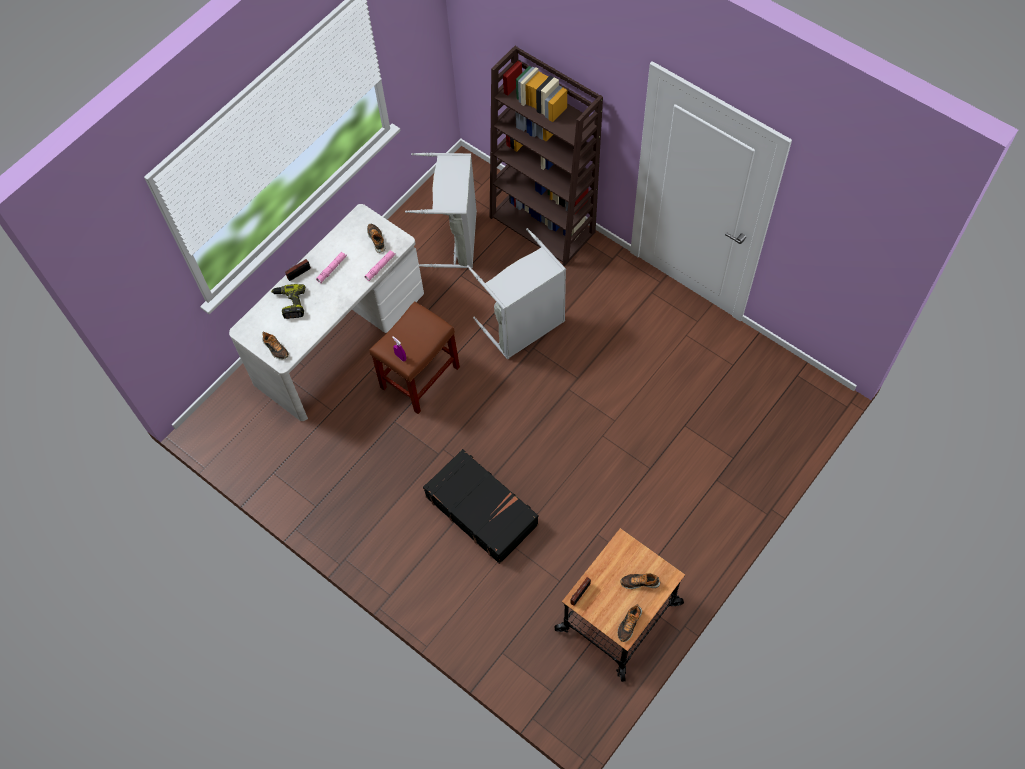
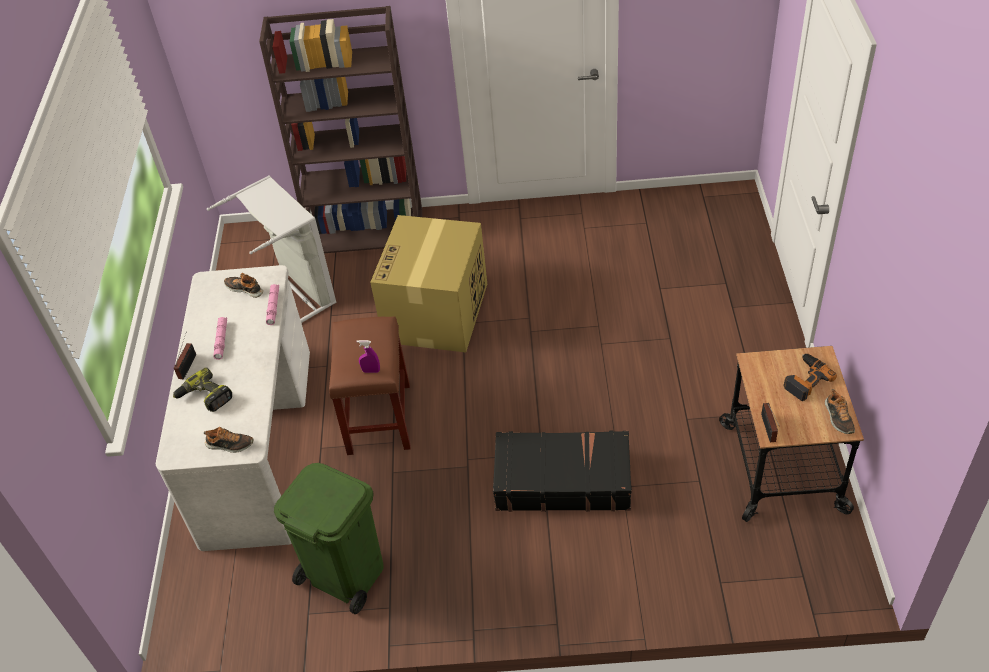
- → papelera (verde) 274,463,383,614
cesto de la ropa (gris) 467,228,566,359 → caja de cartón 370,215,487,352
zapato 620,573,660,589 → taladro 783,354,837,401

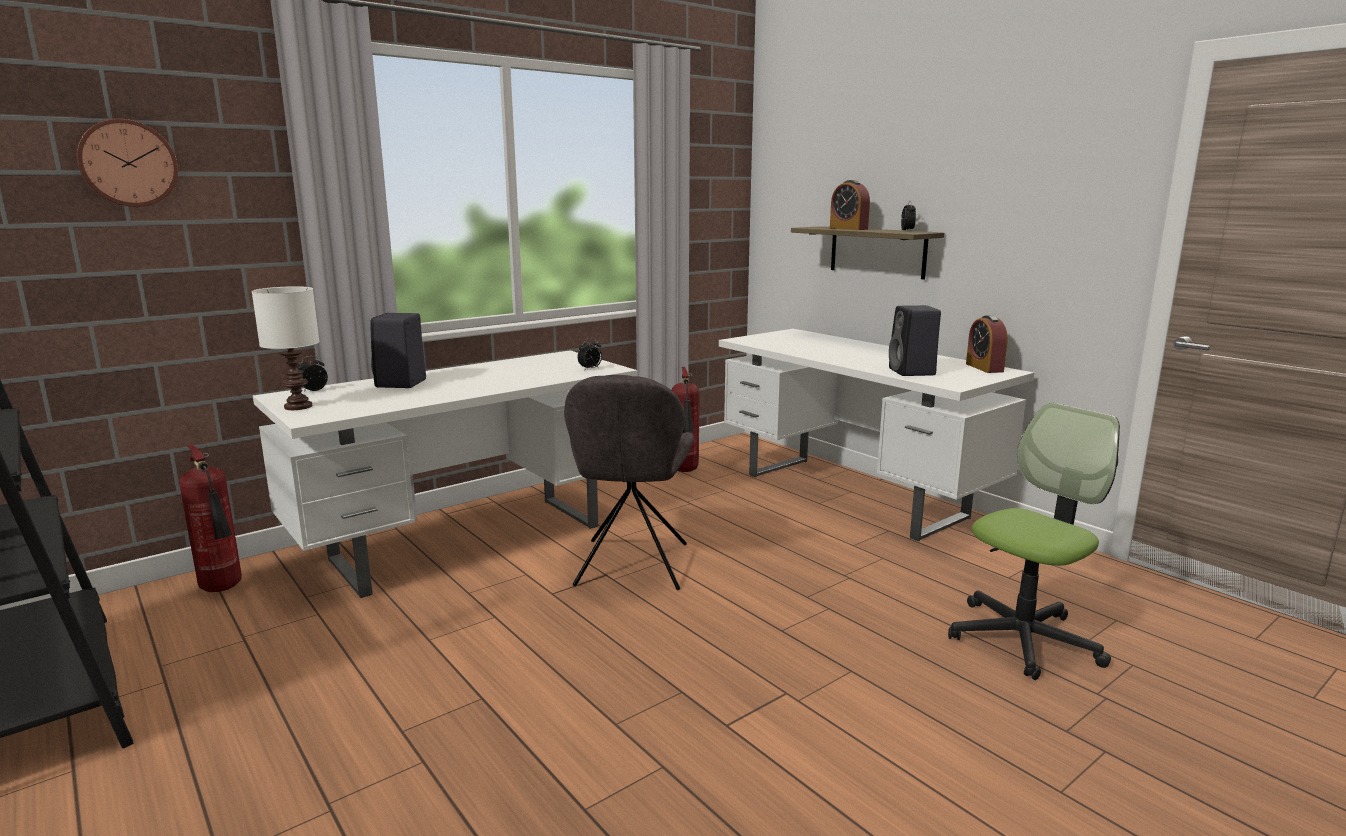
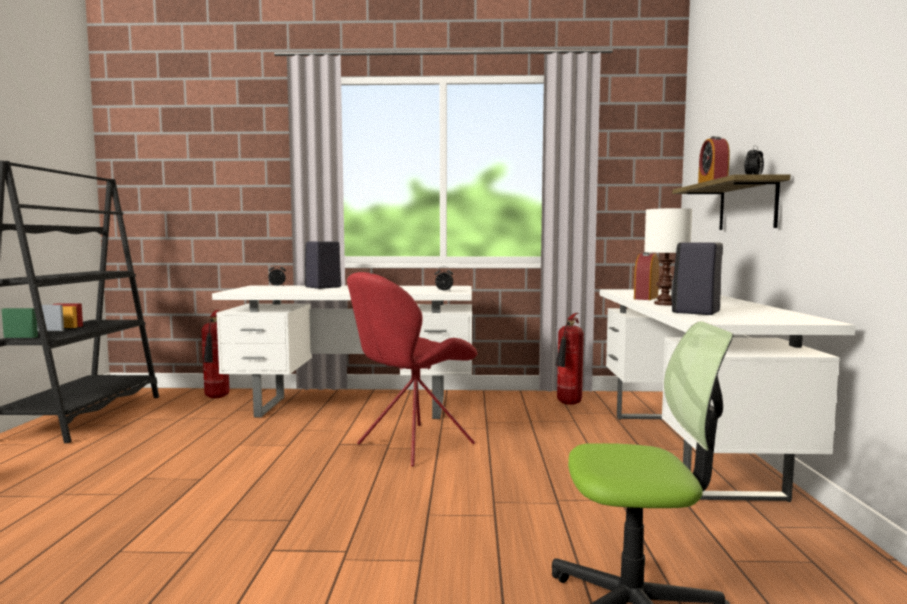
silla (gris) 564,375,694,590 → silla (rojo) 347,272,477,467
despertador 966,315,1008,373 → despertador 634,252,659,300, move
lámpara de mesa (blanco) 252,286,320,410 → lámpara de mesa (blanco) 644,208,692,305, move
reloj de pared 76,119,178,207 → -

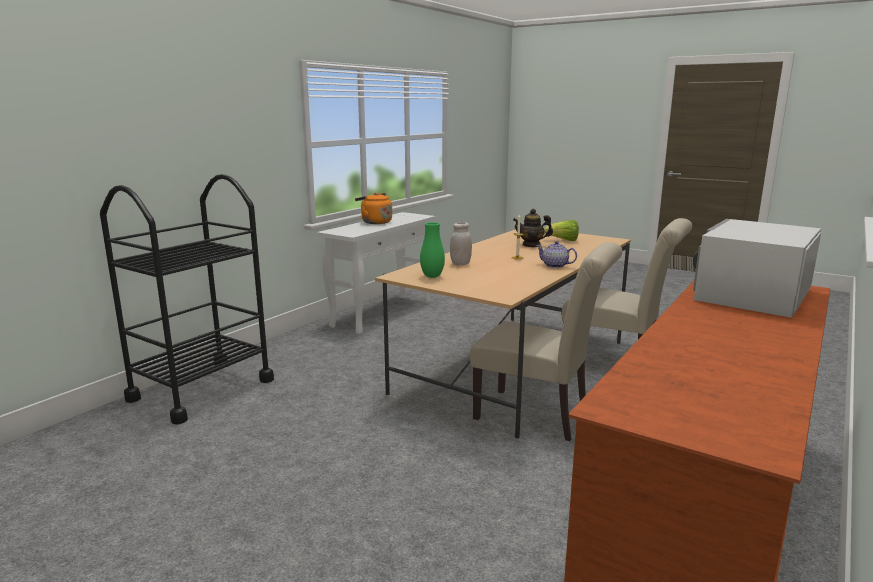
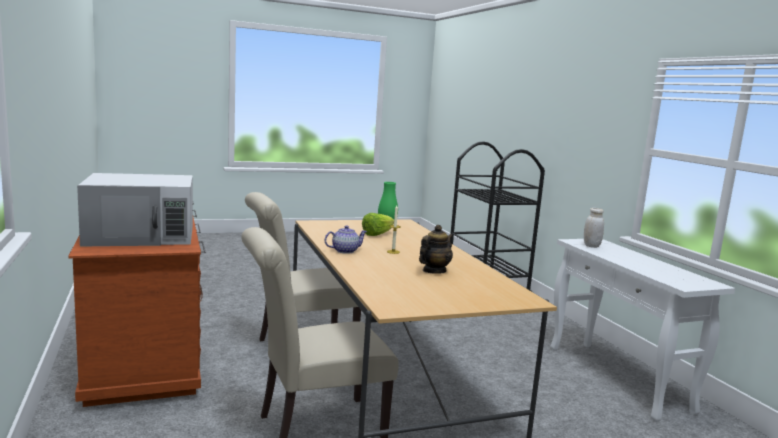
microondas (blanco) 693,219,821,318 → microondas (blanco) 77,173,193,246, 90 degrees clockwise
lechuga 544,220,579,241 → lechuga 362,213,394,236, move
tarro (blanco) 450,222,472,265 → tarro (blanco) 584,208,604,248, move
hervidor (naranja) 355,193,392,224 → -

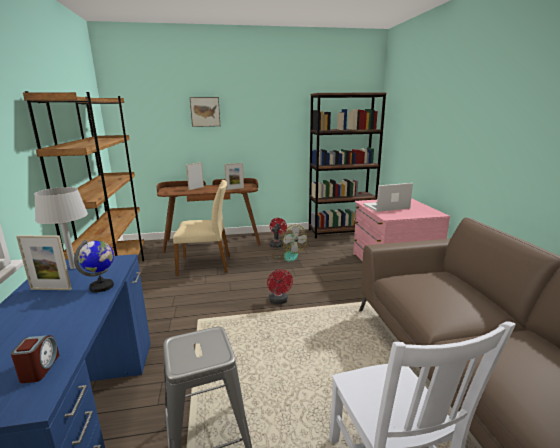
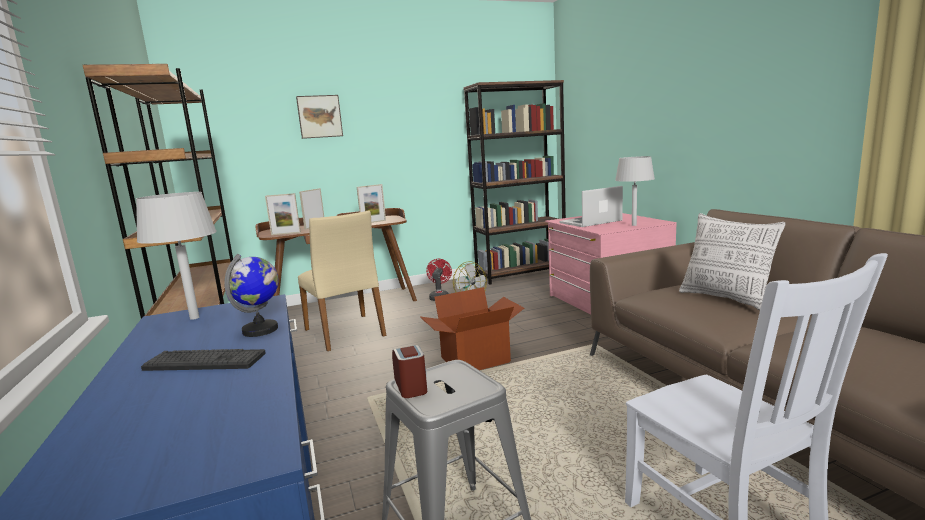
- → teclado 141,349,266,371
portarretratos 16,235,72,290 → portarretratos 265,193,301,235, move
silla (beis) 173,180,230,276 → silla (beis) 298,210,387,351, 75 degrees clockwise
despertador 11,335,59,383 → despertador 392,345,427,398, move
ventilador (rojo) 267,269,293,304 → caja de cartón 420,287,524,370
- → lámpara de mesa (gris) 615,156,655,226
- → cojín 679,213,786,310

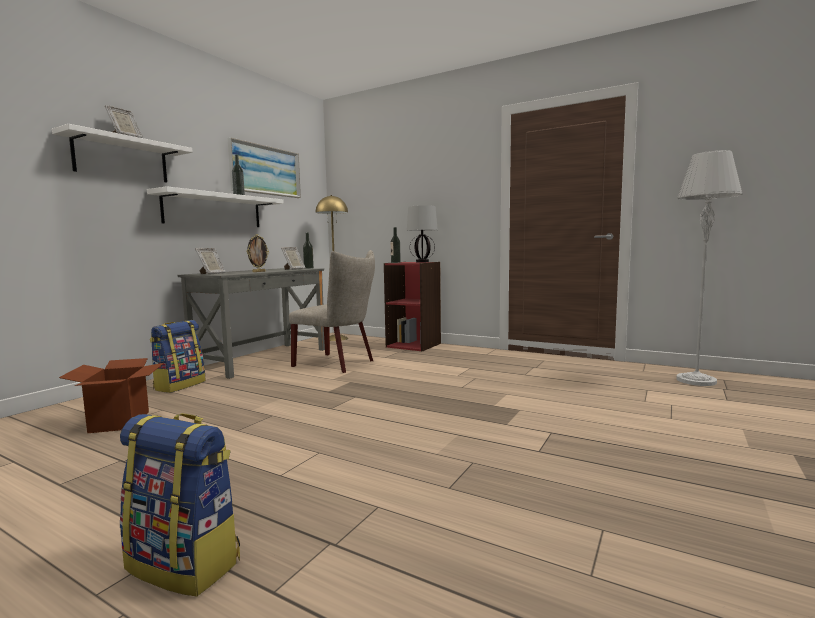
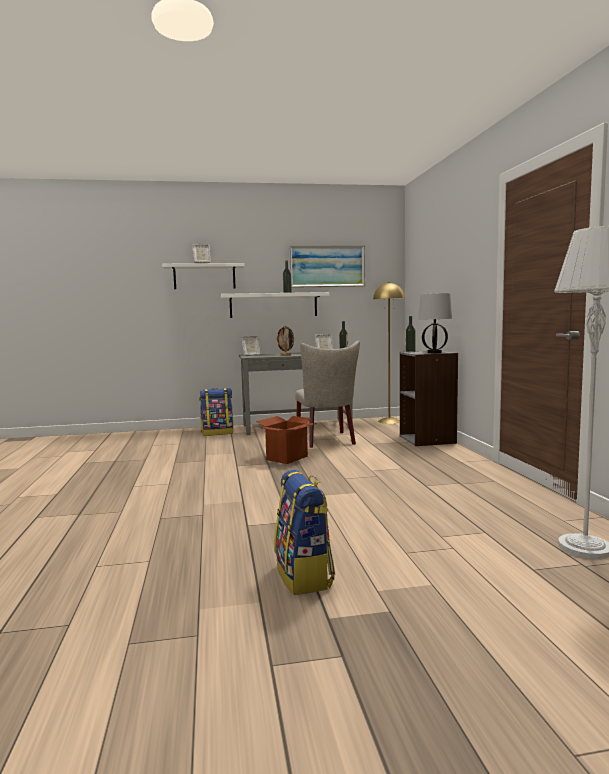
caja de cartón 59,358,164,433 → caja de cartón 256,416,317,464, move
mochila 120,413,240,597 → mochila 274,470,335,595, move
estantería (rojo) 384,262,441,352 → estantería (gris) 400,351,458,446

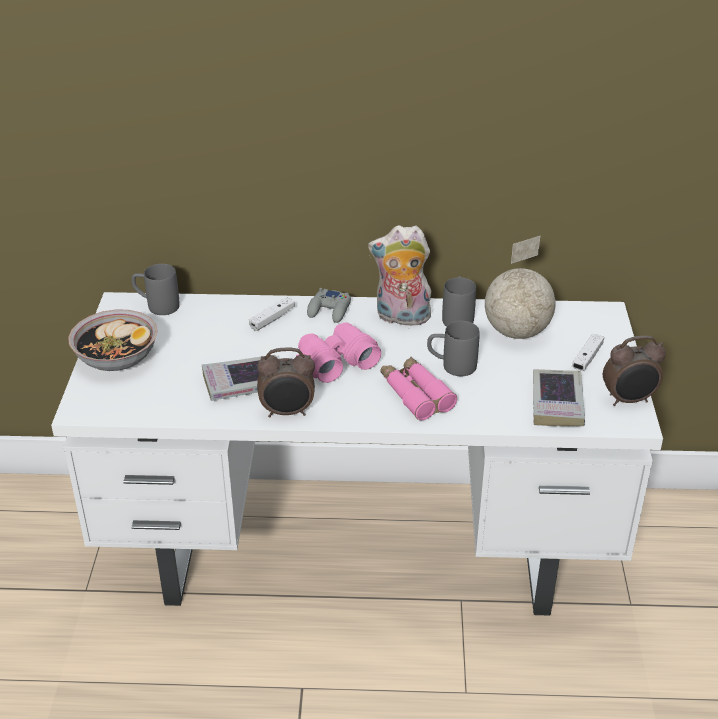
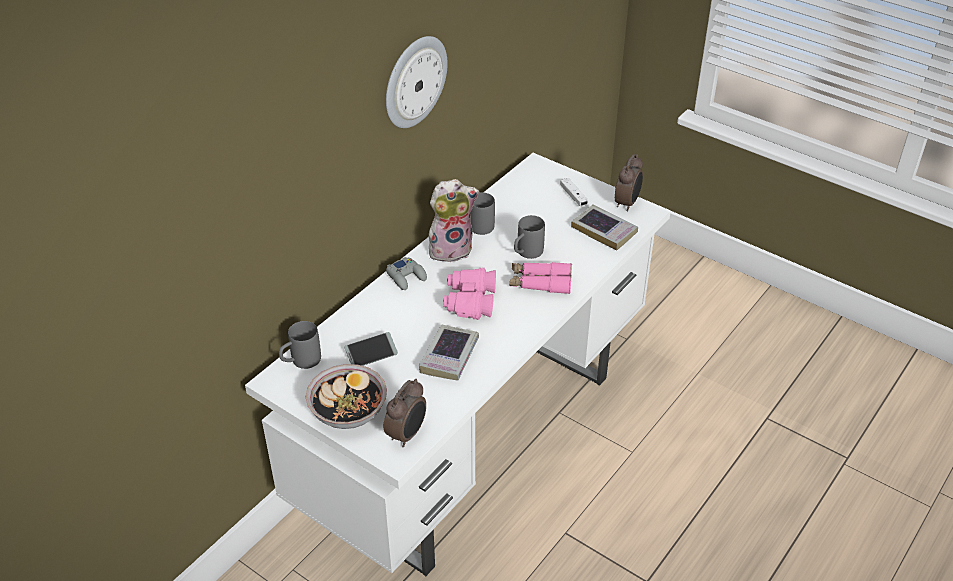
- → móvil 344,332,398,366
despertador 257,347,315,417 → despertador 384,379,426,447, move
- → reloj de pared 386,36,448,128
peluche 368,225,431,326 → peluche 429,179,479,262, 150 degrees counterclockwise
mando de consola (blanco) 249,297,295,331 → -
globo terráqueo 485,236,556,339 → -

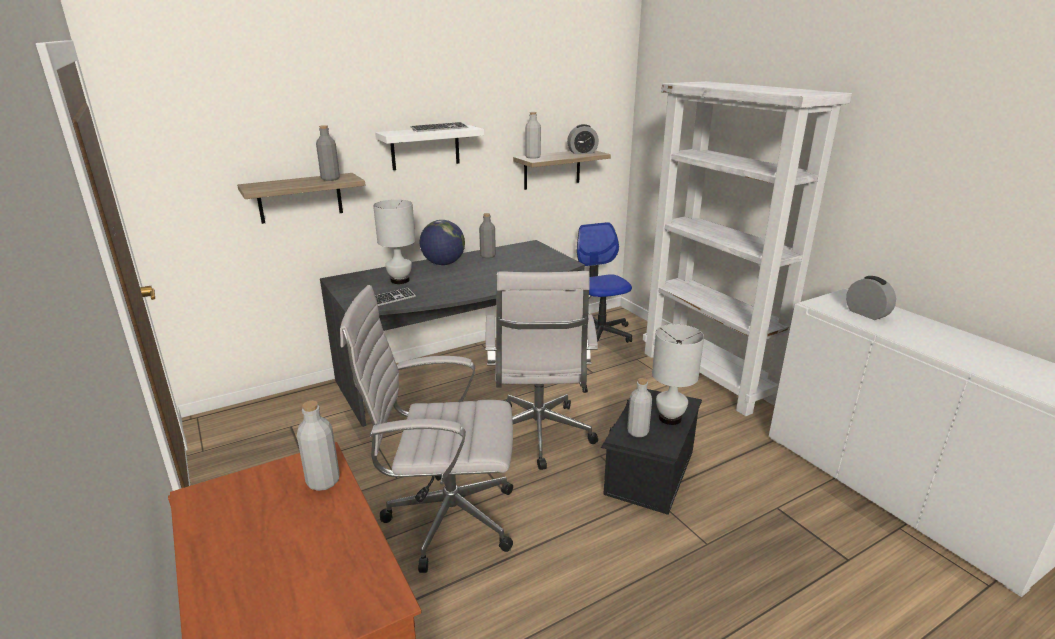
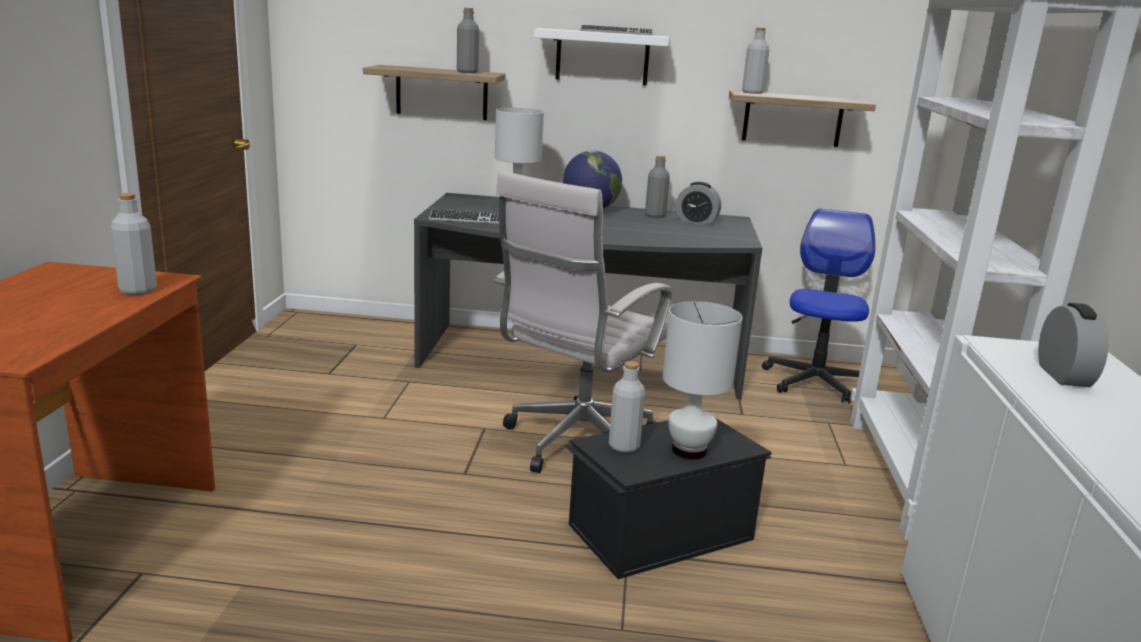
despertador 567,124,599,154 → despertador 676,182,721,225, move
silla de oficina (blanco) 340,285,513,573 → -

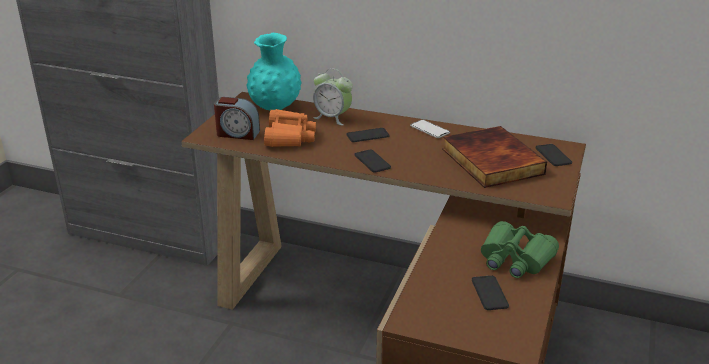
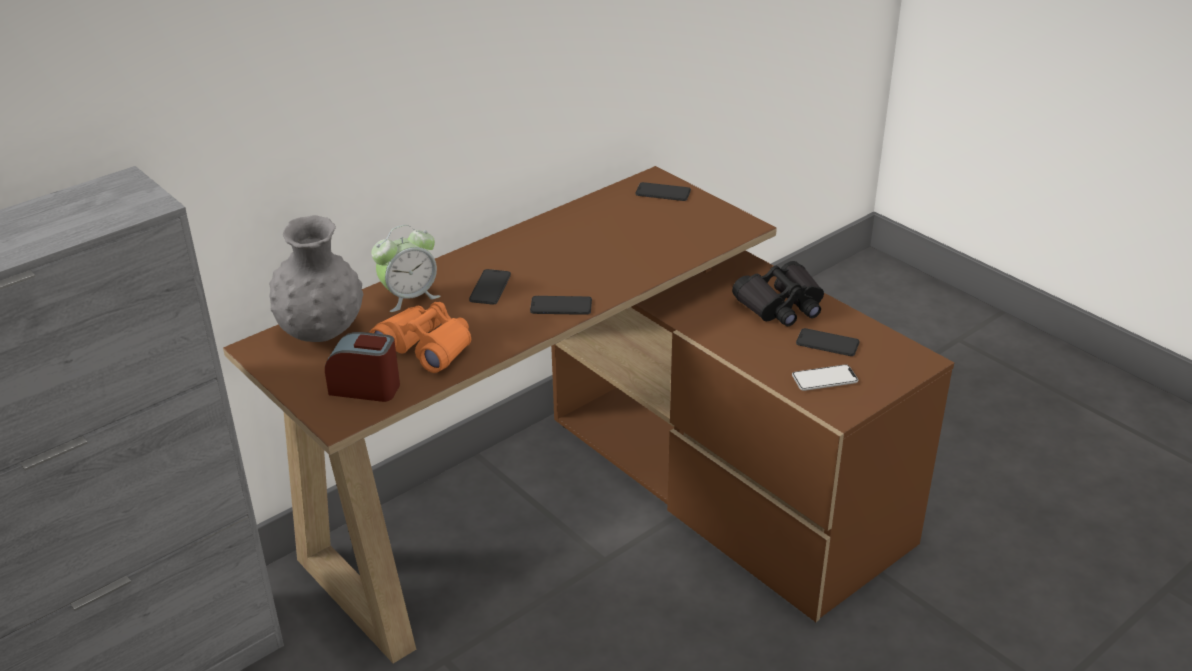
florero (turquesa) 246,33,301,110 → florero (gris) 269,215,363,342
despertador 214,97,260,140 → despertador 325,332,400,402, 120 degrees counterclockwise
prismáticos (verde) 481,221,559,278 → prismáticos (negro) 732,261,824,326
móvil 410,120,450,138 → móvil 792,364,858,391, move
libro 442,126,547,188 → -

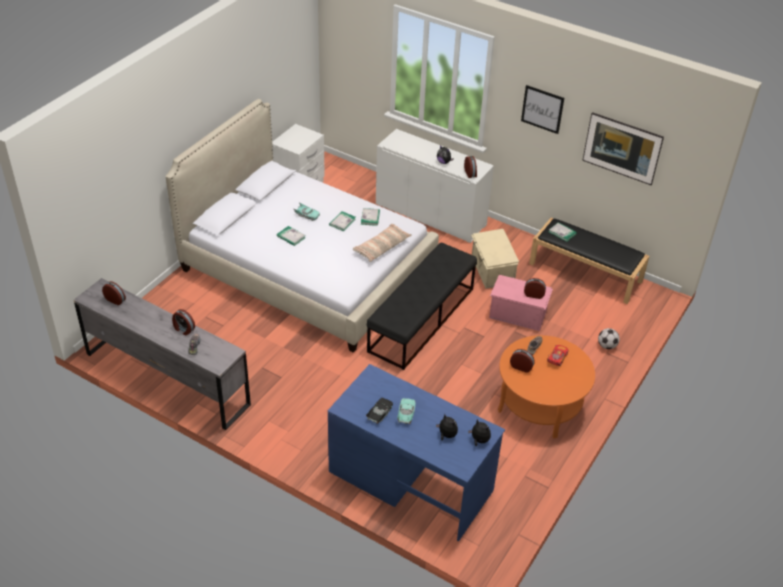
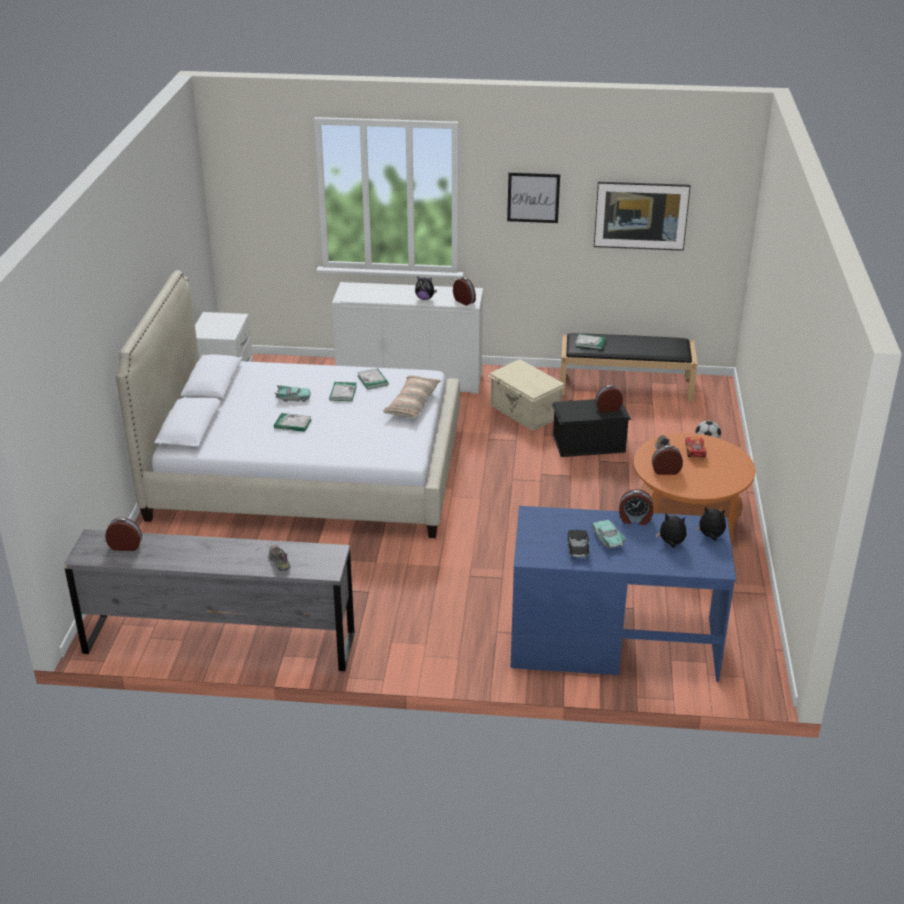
caja de almacenaje (rosa) 489,275,553,331 → caja de almacenaje (negro) 552,399,631,457
despertador 172,309,195,335 → despertador 619,489,653,525, move
banco (negro) 367,243,477,370 → -

